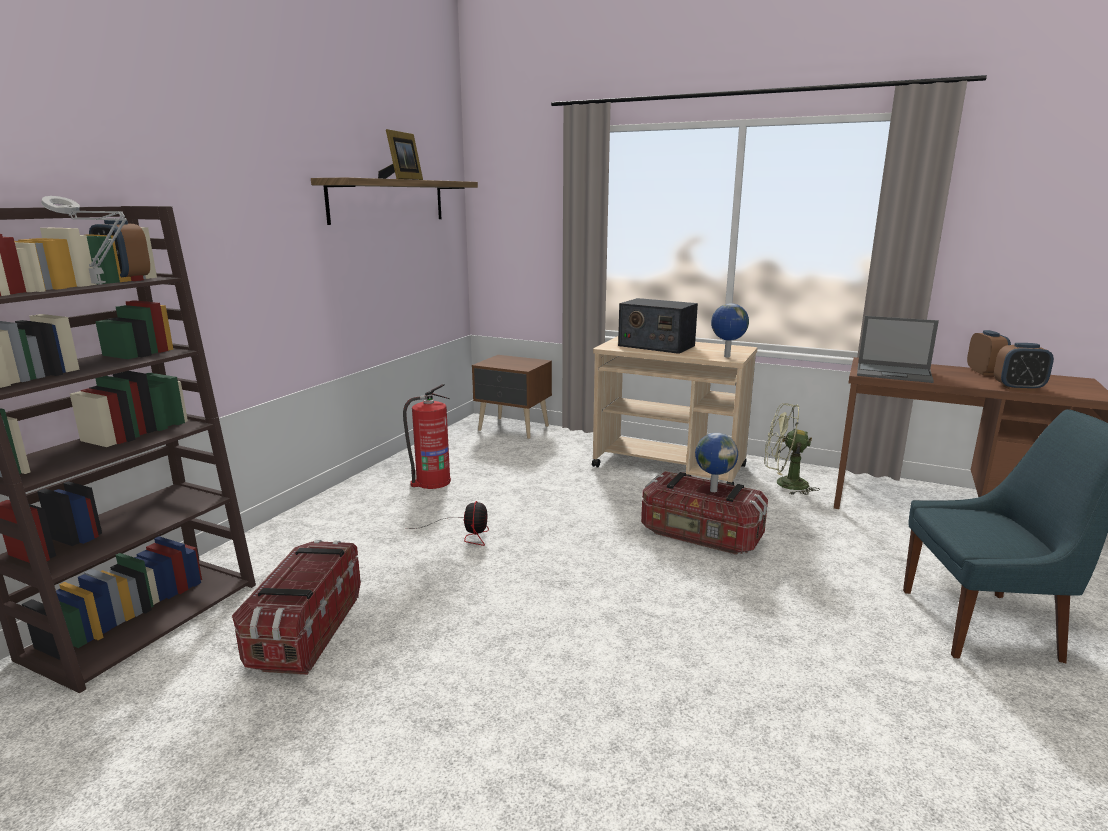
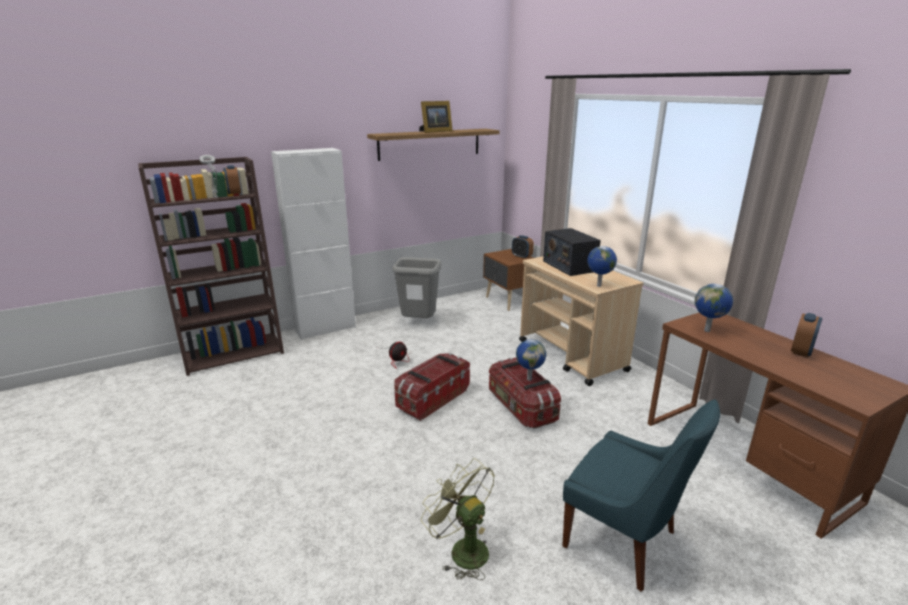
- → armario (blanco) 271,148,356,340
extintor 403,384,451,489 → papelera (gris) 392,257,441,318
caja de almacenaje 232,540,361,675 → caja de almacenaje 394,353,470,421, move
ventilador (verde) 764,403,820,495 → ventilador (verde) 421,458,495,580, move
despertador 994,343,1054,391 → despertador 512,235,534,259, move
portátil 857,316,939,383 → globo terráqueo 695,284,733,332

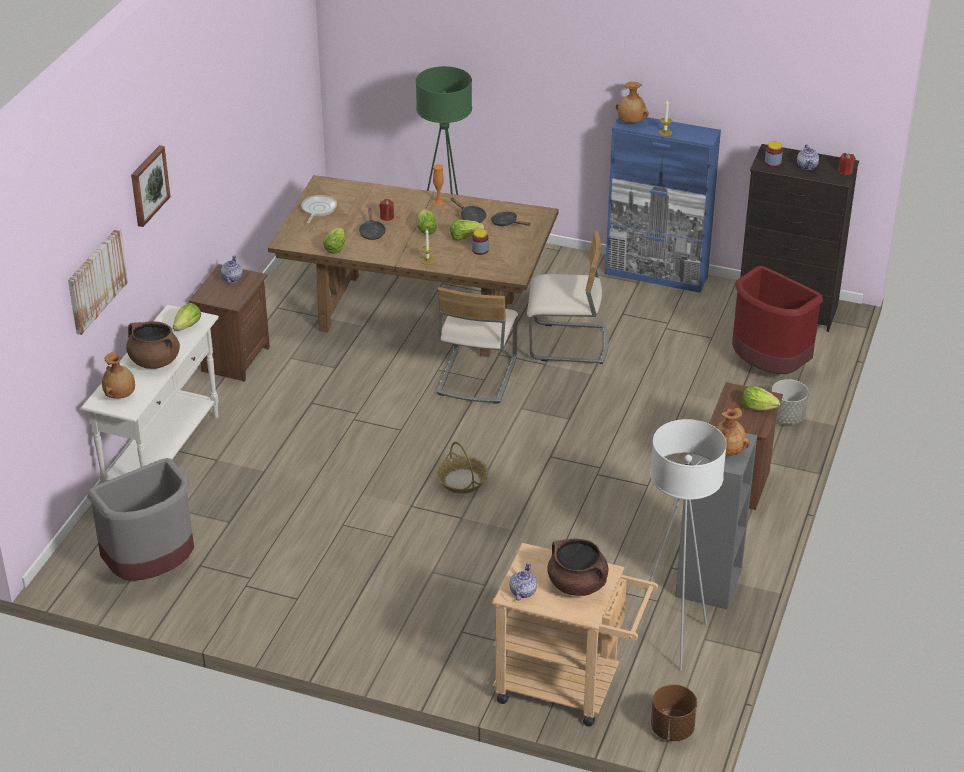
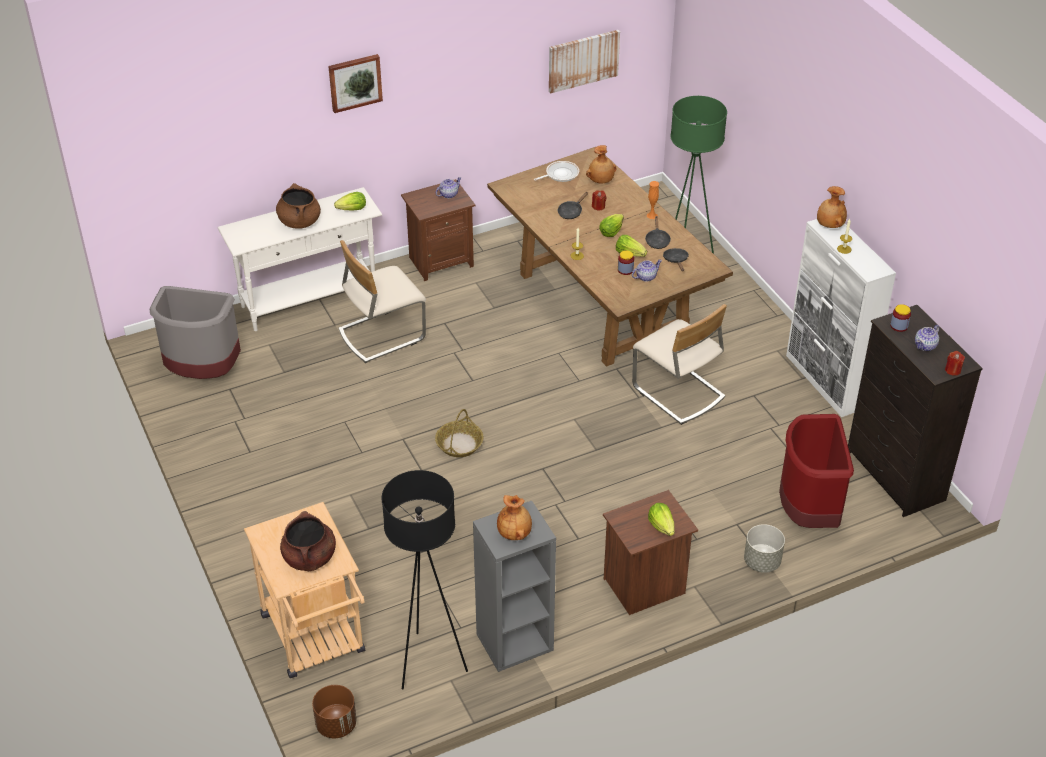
silla (beis) 437,287,518,404 → silla (beis) 339,240,426,363, move
lámpara de pie (blanco) 639,419,727,671 → lámpara de pie (negro) 382,470,468,690
cuadro 68,228,128,335 → cuadro 549,30,620,93, move
florero (marrón) 102,352,135,399 → florero (marrón) 586,145,617,183, move
tetera 509,562,537,601 → tetera 632,260,662,282, move
armario (azul) 605,117,721,293 → armario (blanco) 786,219,896,417
lechuga 323,228,345,254 → -

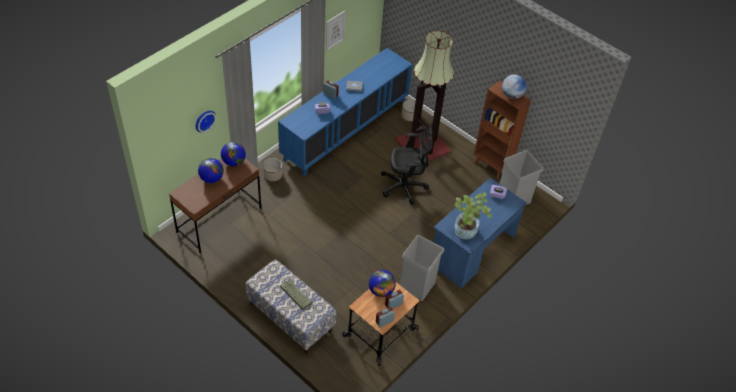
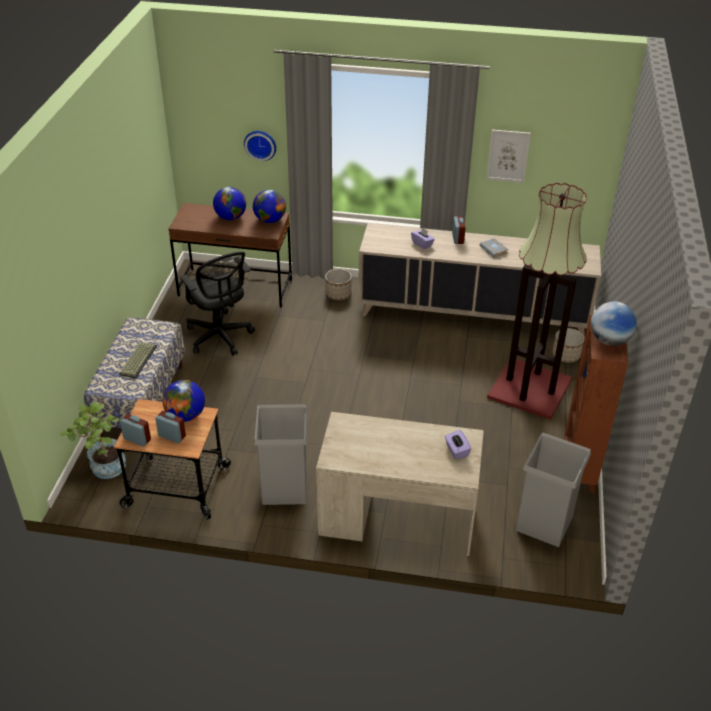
planta en maceta 454,192,492,239 → planta en maceta 60,402,126,479, move
silla de oficina (negro) 381,125,433,205 → silla de oficina (negro) 180,251,255,356, move
escritorio (azul) 434,178,527,288 → escritorio (beis) 316,412,484,556
armario (azul) 278,48,412,176 → armario (beis) 358,223,601,340

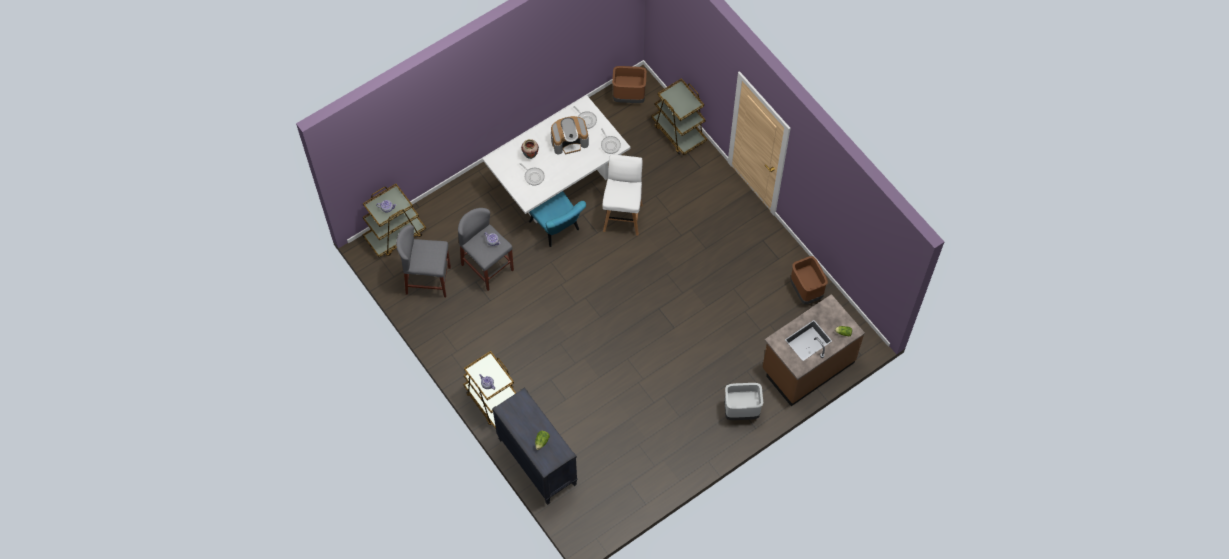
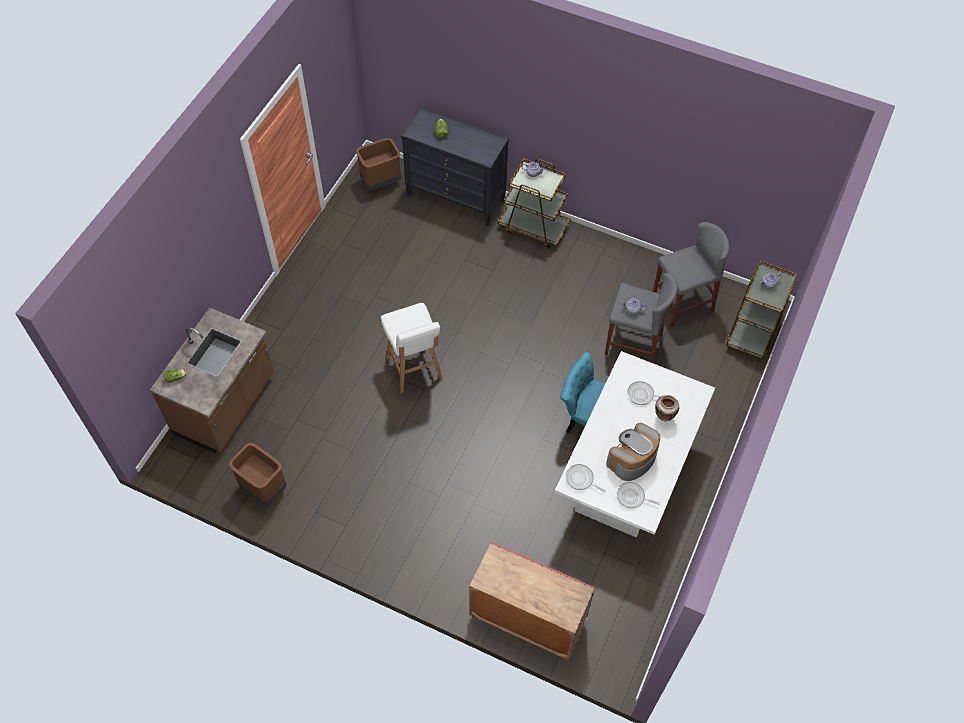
papelera (marrón) 612,66,647,103 → papelera (marrón) 356,138,401,190, move
taburete (blanco) 602,154,643,236 → taburete (blanco) 381,303,443,393, move
carrito (marrón) 651,78,707,155 → armario (rojo) 469,542,595,660
papelera (gris) 724,383,763,420 → -

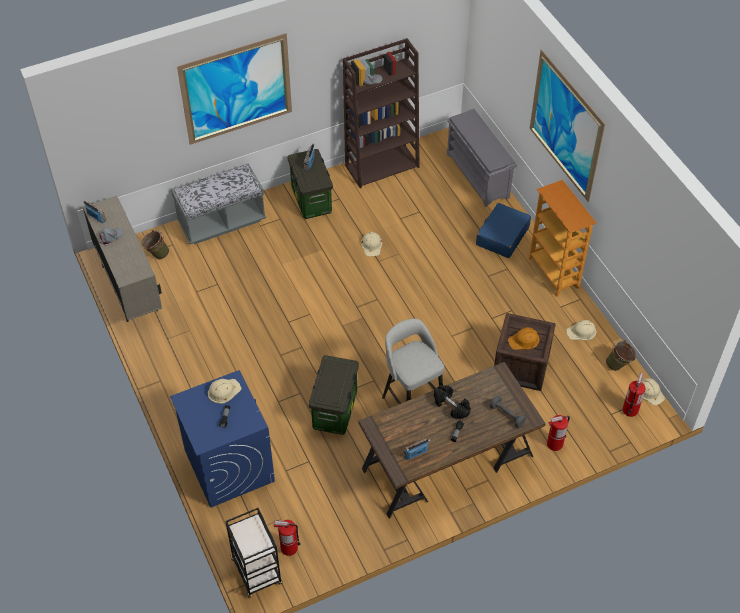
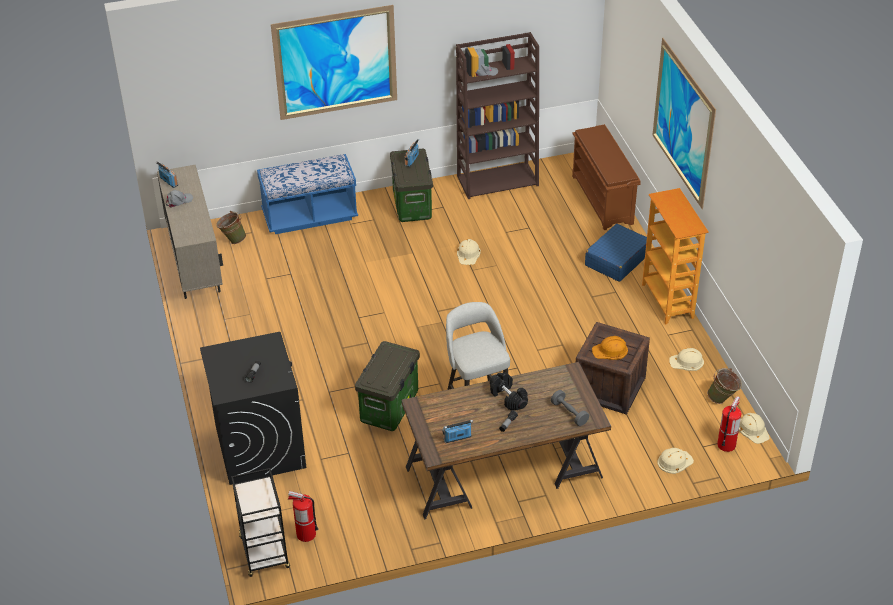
lavadora (azul) 170,370,275,508 → lavadora (negro) 200,332,306,485
banco (gris) 171,163,266,244 → banco (azul) 257,154,358,234
zapatero (gris) 447,108,517,207 → zapatero (marrón) 572,124,640,230
casco (beis) 208,379,242,404 → casco (beis) 657,448,694,474, move
extintor 547,415,570,451 → -

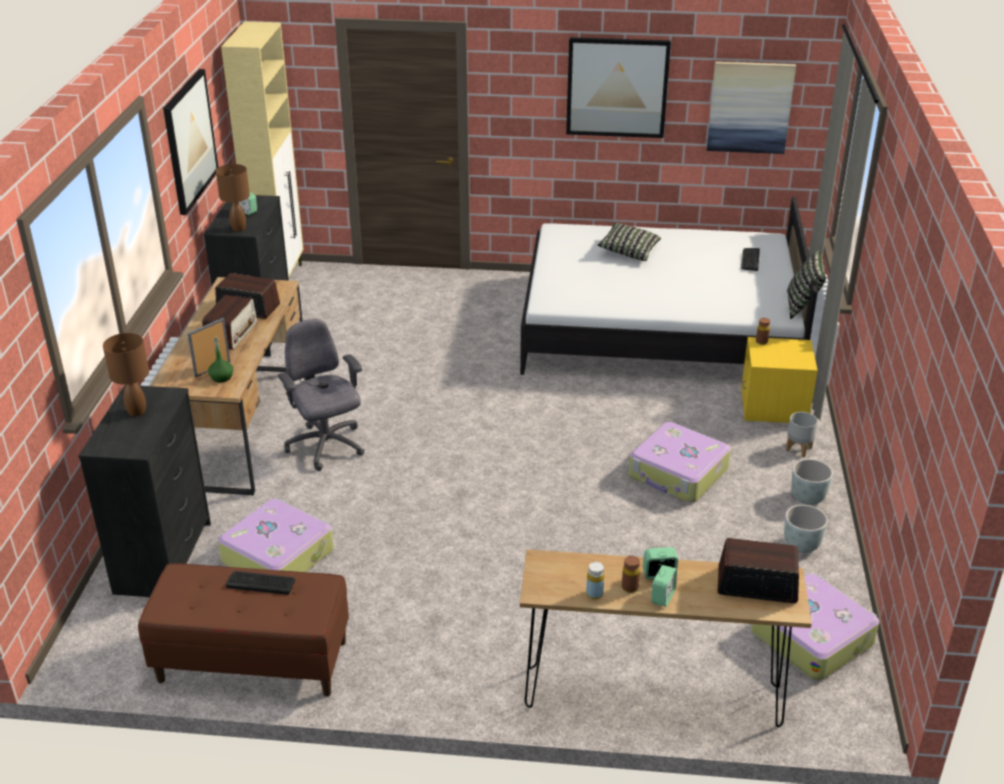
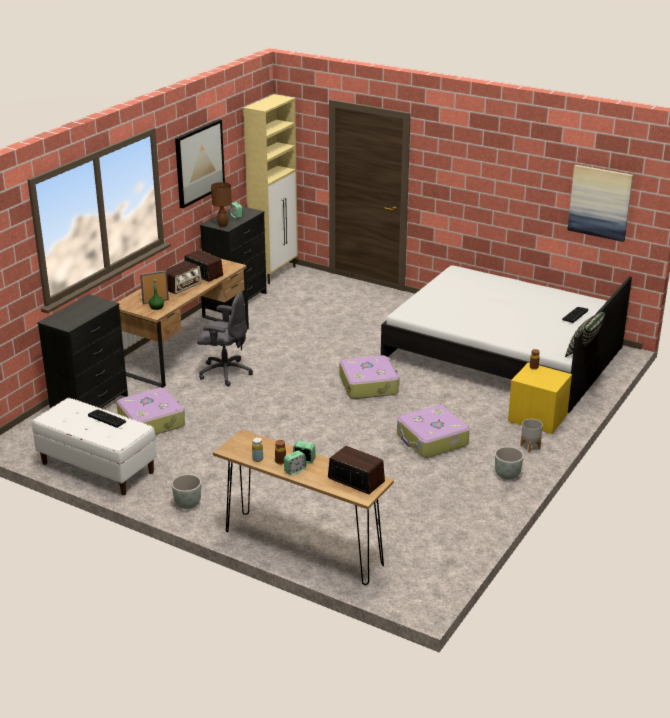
banco (marrón) 138,563,349,697 → banco (blanco) 32,398,157,495
maceta (gris) 784,505,827,553 → maceta (gris) 171,474,201,509, move
silla de oficina (gris) 278,319,365,471 → silla de oficina (gris) 197,291,253,386, 105 degrees clockwise
maleta 751,574,879,681 → maleta 340,355,400,399, move
lámpara de mesa (marrón) 103,333,149,416 → -
cuadro 566,37,671,138 → -
cojín 597,223,661,261 → -

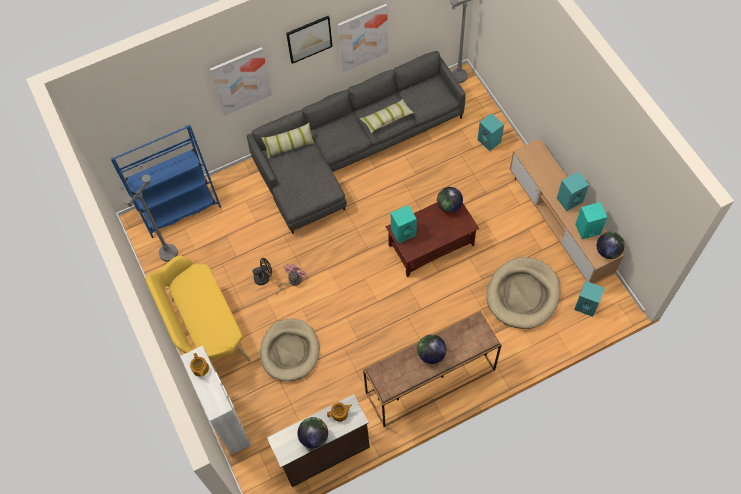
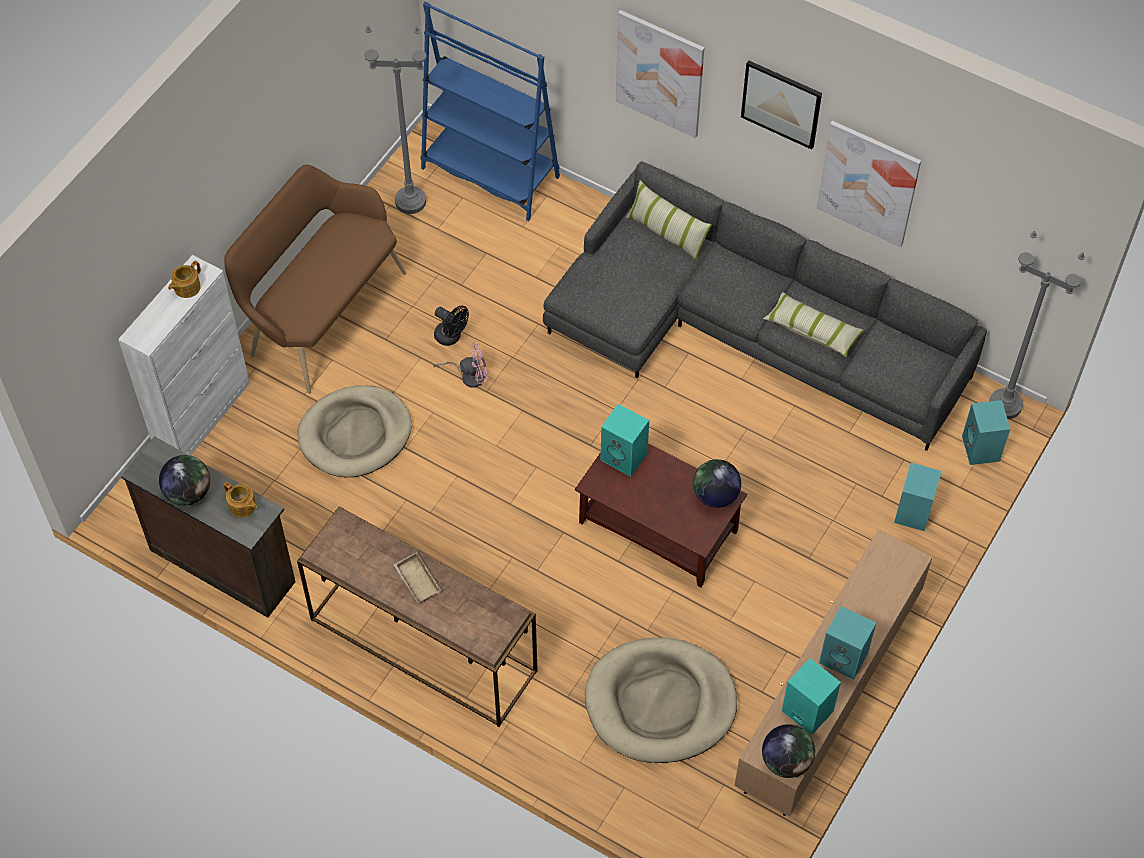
banco (amarillo) 146,256,251,361 → banco (marrón) 224,165,407,394
globo terráqueo 417,334,446,364 → bandeja (beis) 393,552,441,603
altavoz (turquesa) 574,281,605,317 → altavoz (turquesa) 962,400,1010,465, move

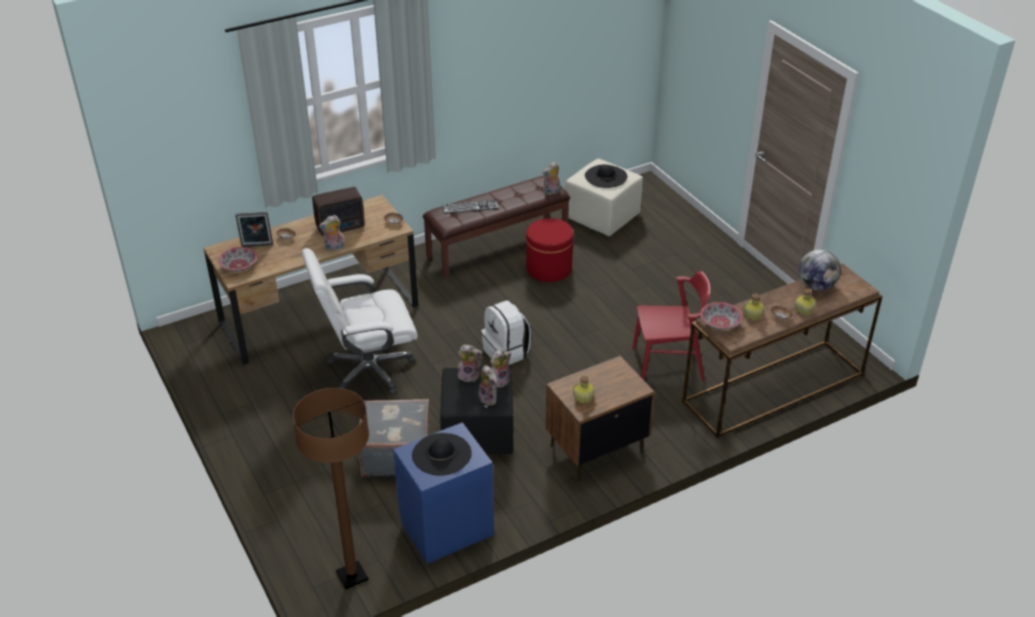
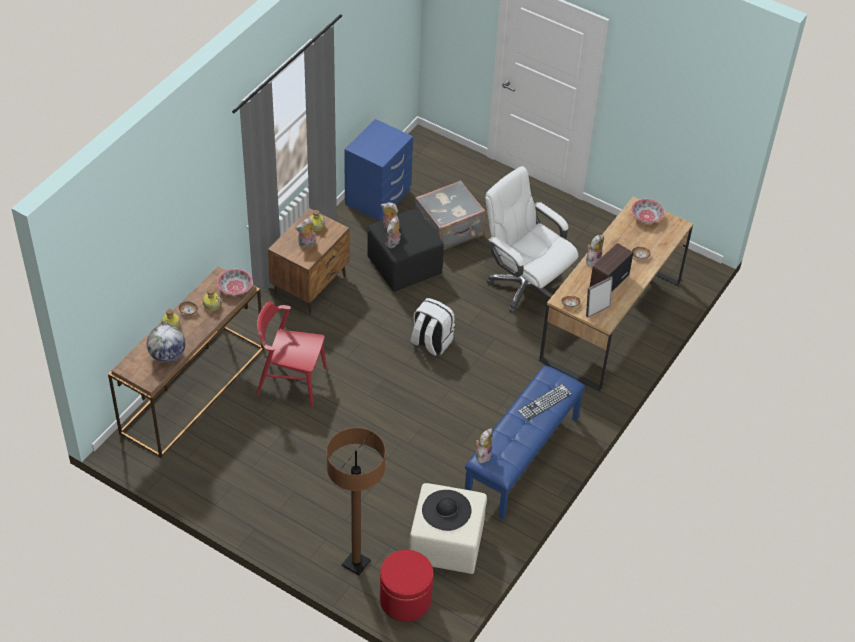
silla (rojo) 632,271,711,382 → silla (rojo) 256,301,327,407, 45 degrees clockwise
peluche 458,345,482,382 → peluche 295,218,316,248, move
lámpara de pie (marrón) 293,388,369,590 → lámpara de pie (marrón) 326,427,386,575, move
puf (rojo) 526,218,573,282 → puf (rojo) 380,550,434,622, move
banco (marrón) 423,176,570,278 → banco (azul) 465,366,585,520
silla de oficina (blanco) 302,248,418,395 → silla de oficina (blanco) 485,166,579,313, 90 degrees counterclockwise
portarretratos 235,212,273,247 → portarretratos 586,277,613,318, move
sombrero (negro) 412,433,472,476 → -

